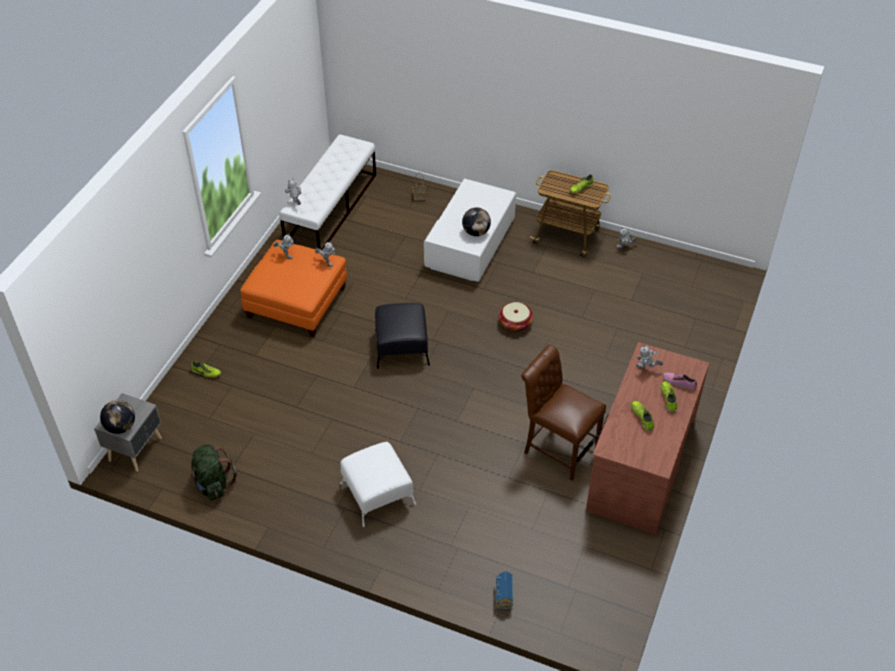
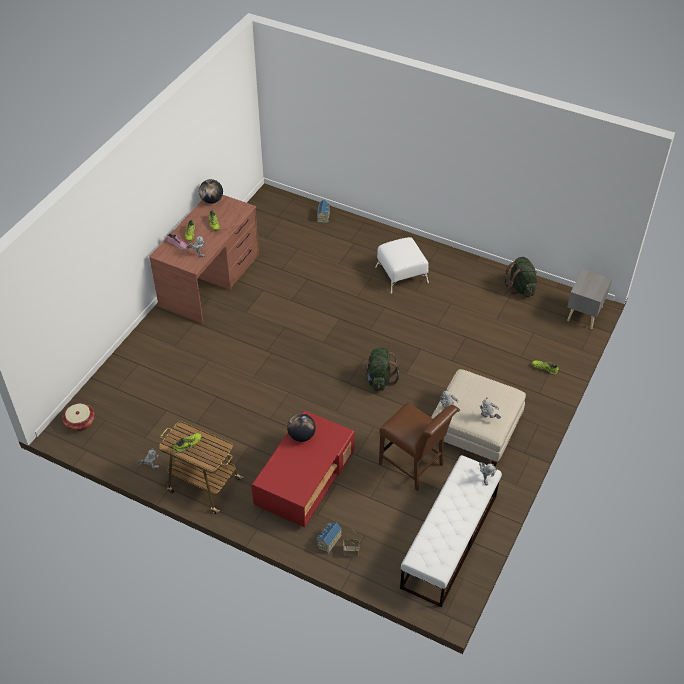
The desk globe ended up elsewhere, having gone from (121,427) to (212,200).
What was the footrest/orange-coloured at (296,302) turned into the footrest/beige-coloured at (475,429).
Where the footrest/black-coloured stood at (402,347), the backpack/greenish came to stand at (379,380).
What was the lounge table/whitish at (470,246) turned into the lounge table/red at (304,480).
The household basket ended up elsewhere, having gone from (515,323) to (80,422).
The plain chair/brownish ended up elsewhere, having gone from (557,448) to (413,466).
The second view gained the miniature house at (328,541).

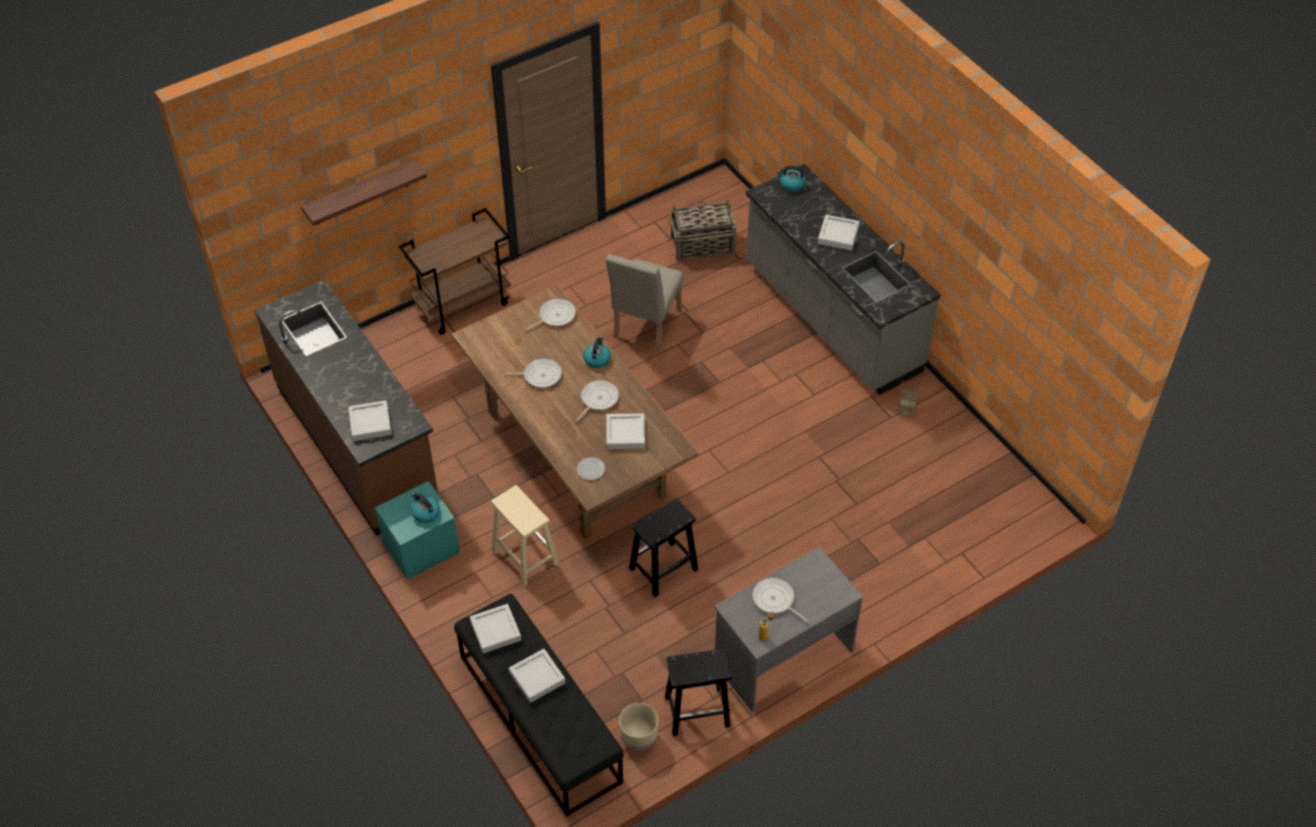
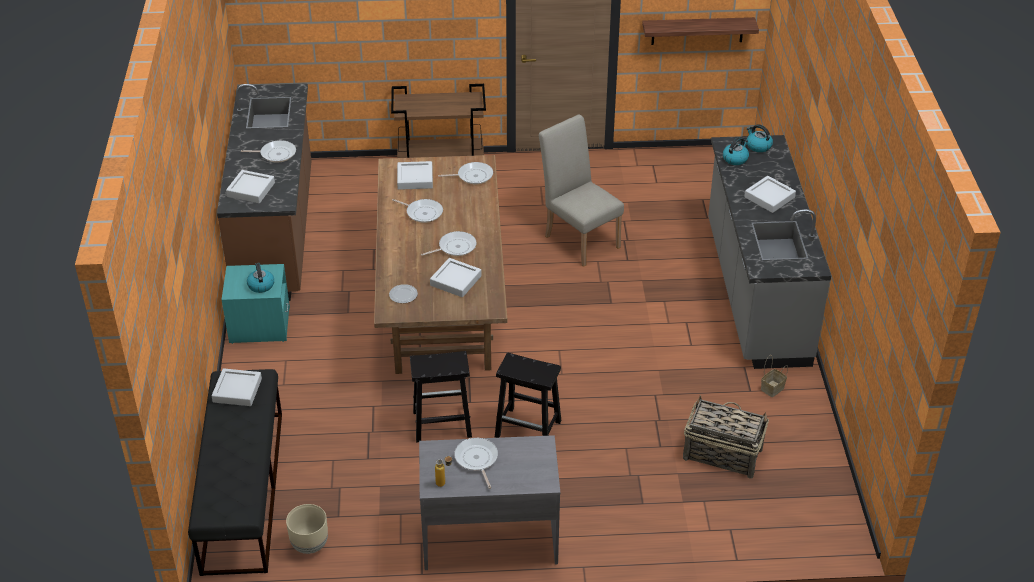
The bracket shelf ended up elsewhere, having gone from (360,193) to (697,31).
The second view lost the stool seat/beige-coloured at (524,557).
The serving tray/gray ended up elsewhere, having gone from (537,678) to (415,178).
The tea kettle ended up elsewhere, having gone from (597,359) to (735,159).
The plain chair/beige-coloured at (644,327) ended up facing another way, 90 degrees clockwise from before.
The stool seat/black-coloured ended up elsewhere, having gone from (698,711) to (529,429).
The household basket ended up elsewhere, having gone from (701,245) to (721,453).
The second view gained the pan at (276,154).

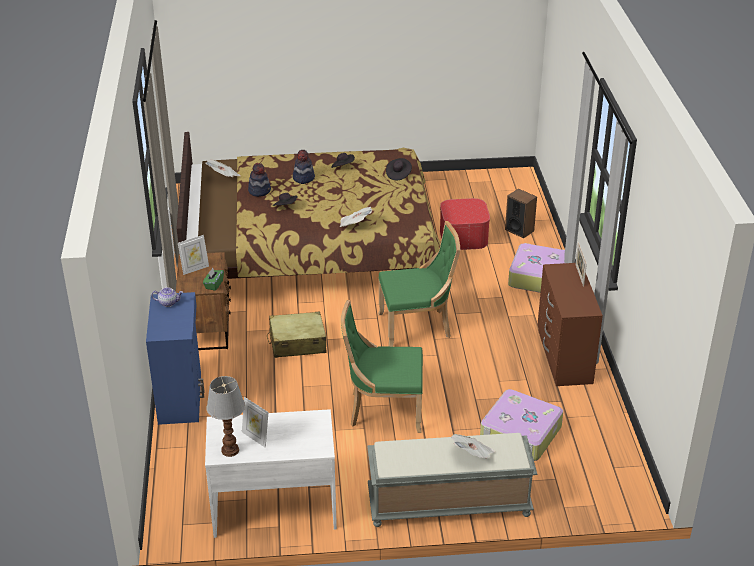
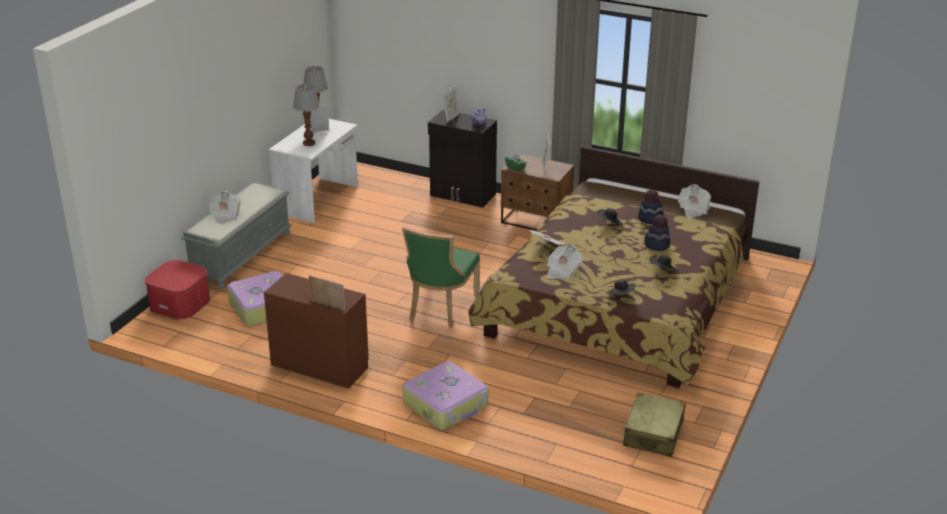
What was the cupboard/bluish at (181,397) turned into the cupboard/black-coloured at (463,195).
The travel case/beige-coloured ended up elsewhere, having gone from (297,343) to (653,433).
The second view lost the plain chair/greenish at (383,410).
The footrest ended up elsewhere, having gone from (463,236) to (180,303).
The second view lost the speaker at (519,230).
The second view gained the tabletop lamp at (309,143).
The second view gained the photo frame at (451,117).
The second view gained the daily paper at (562,271).

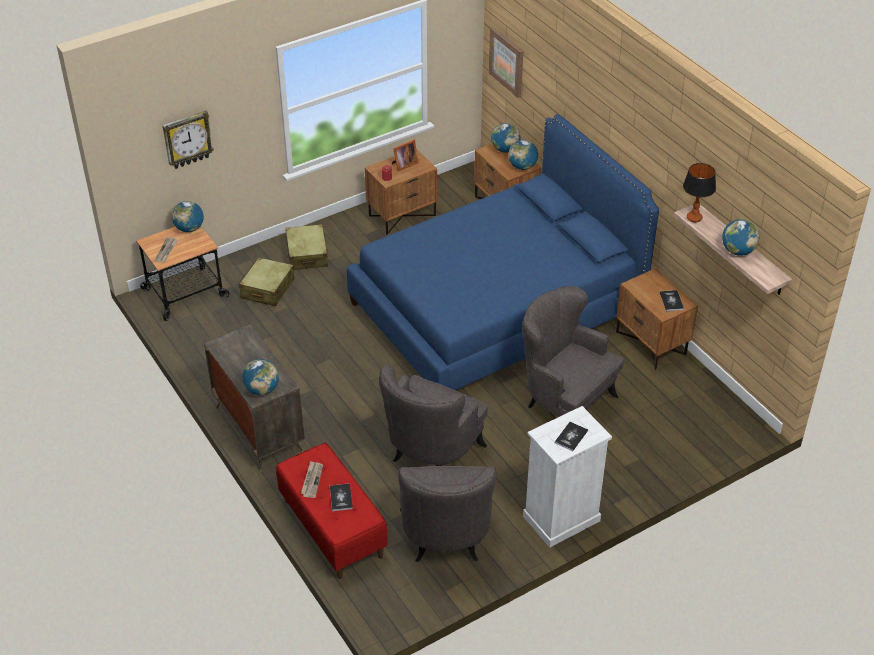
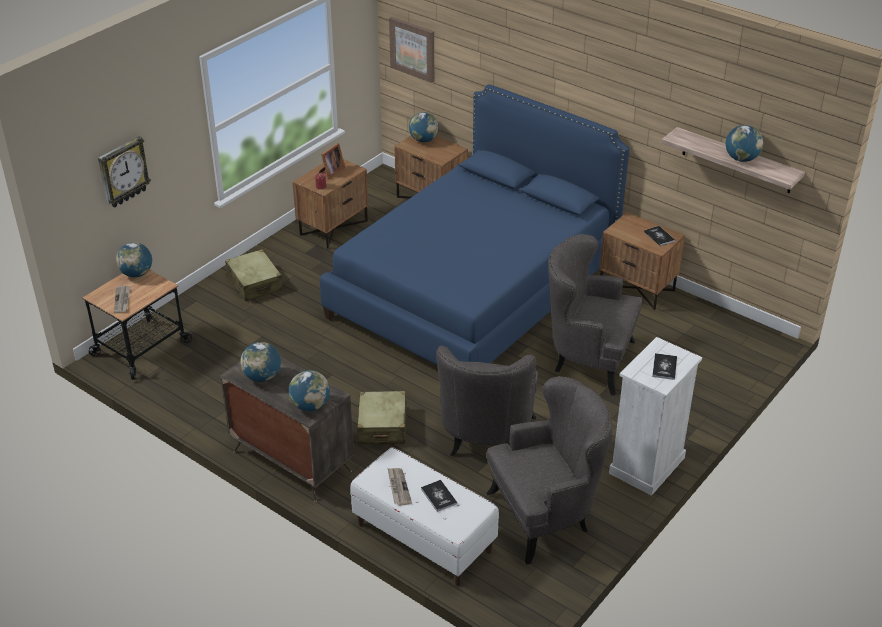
The travel case/beige-coloured ended up elsewhere, having gone from (267,289) to (382,426).
What was the long seat/red at (332,528) turned into the long seat/whitish at (423,538).
The armchair/gray at (446,539) ended up facing another way, 90 degrees counterclockwise from before.
The desk globe ended up elsewhere, having gone from (522,167) to (262,377).
The second view lost the tabletop lamp at (694,218).

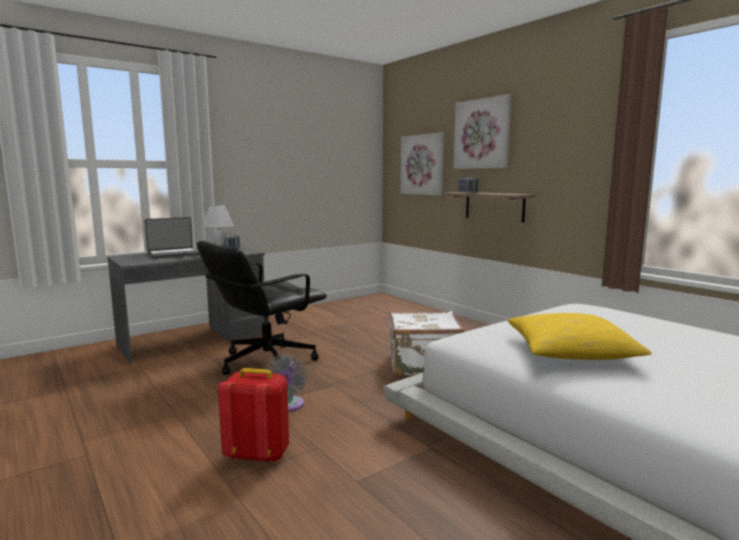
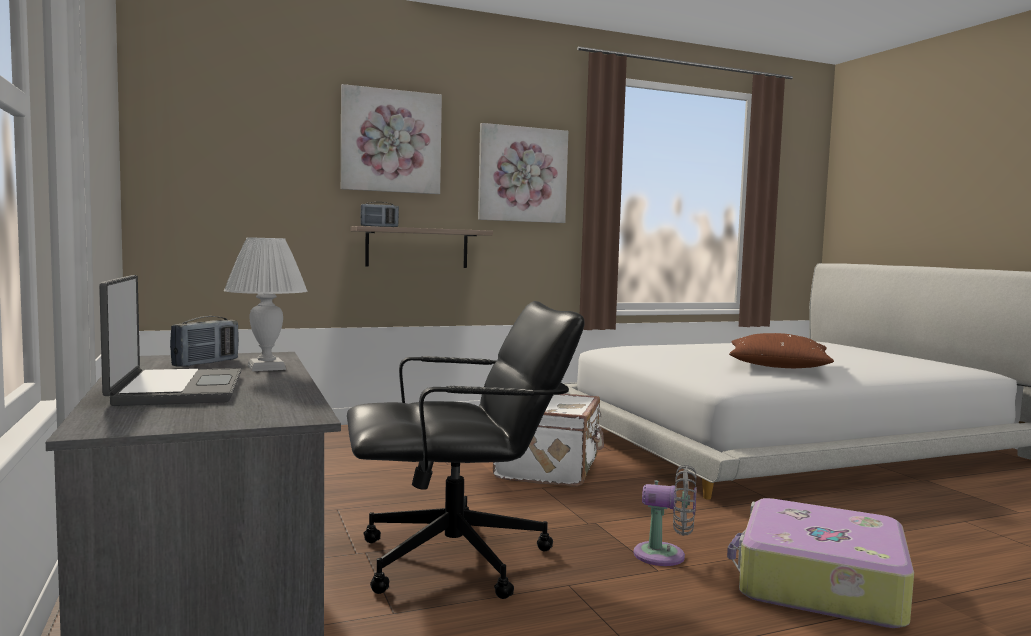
The office chair/black-coloured at (266,362) ended up facing another way, 75 degrees counterclockwise from before.
Where the backpack/red stood at (258,454), the travel case came to stand at (818,583).
The picture ended up elsewhere, having gone from (422,165) to (522,174).
What was the throw pillow/yellow-coloured at (570,352) turned into the throw pillow/brownish at (778,367).

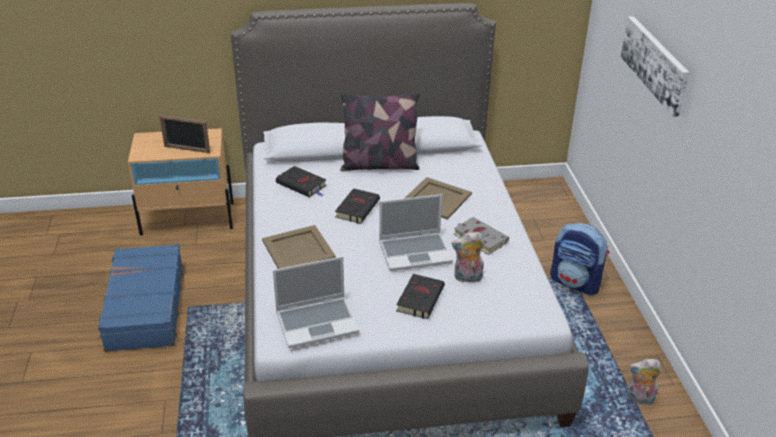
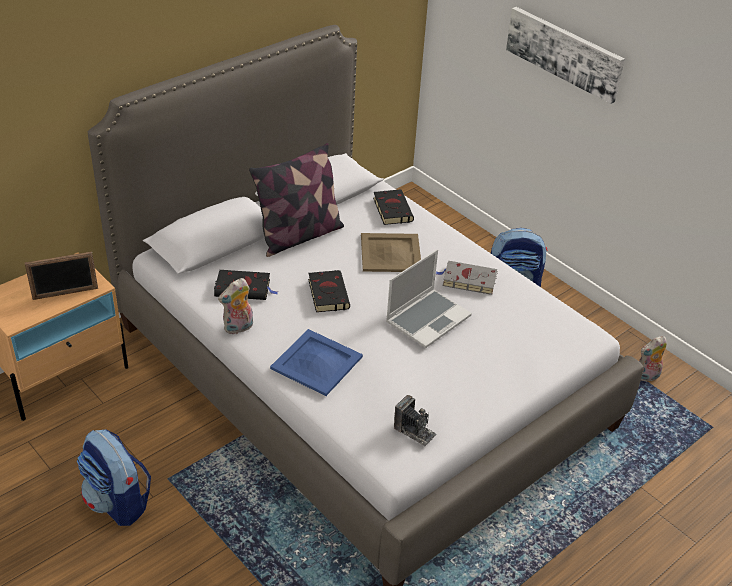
Where the travel case/bluish stood at (145,308), the backpack came to stand at (118,502).
What was the serving tray/beige-coloured at (298,248) turned into the serving tray/bluish at (316,362).
Where the notebook computer stood at (317,322), the photo camera came to stand at (414,431).
The volume/black-coloured ended up elsewhere, having gone from (420,298) to (392,209).
The soft toy ended up elsewhere, having gone from (467,278) to (238,328).

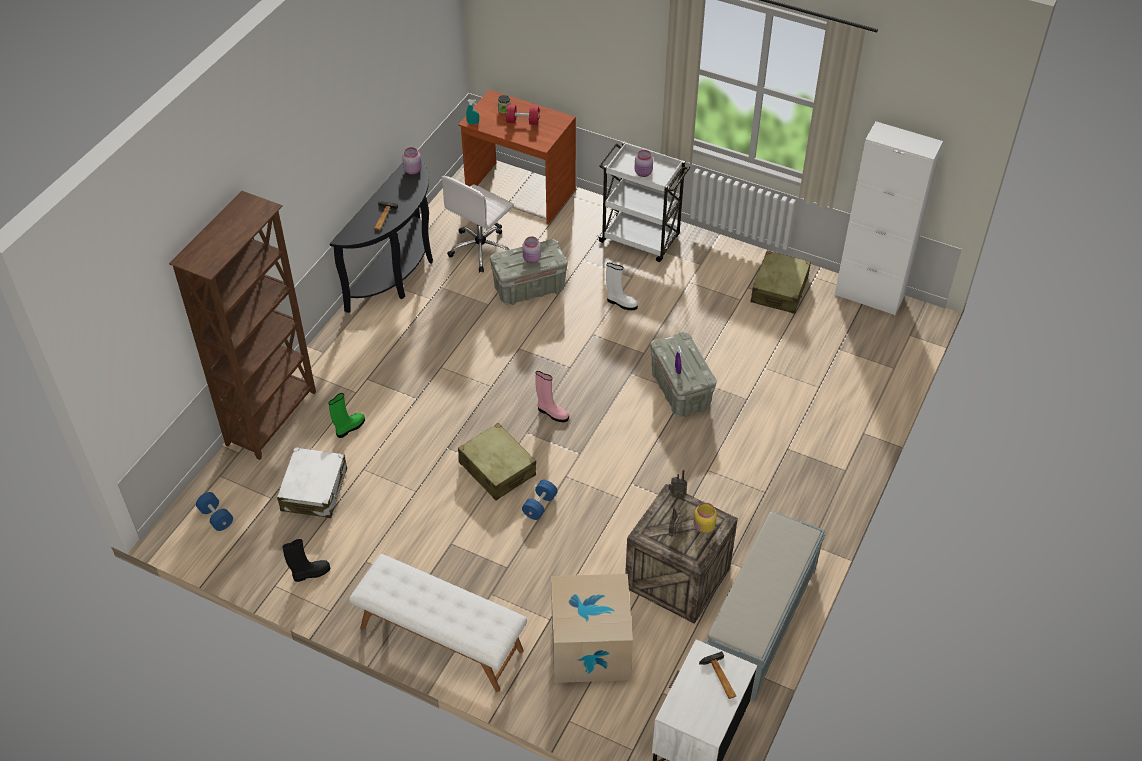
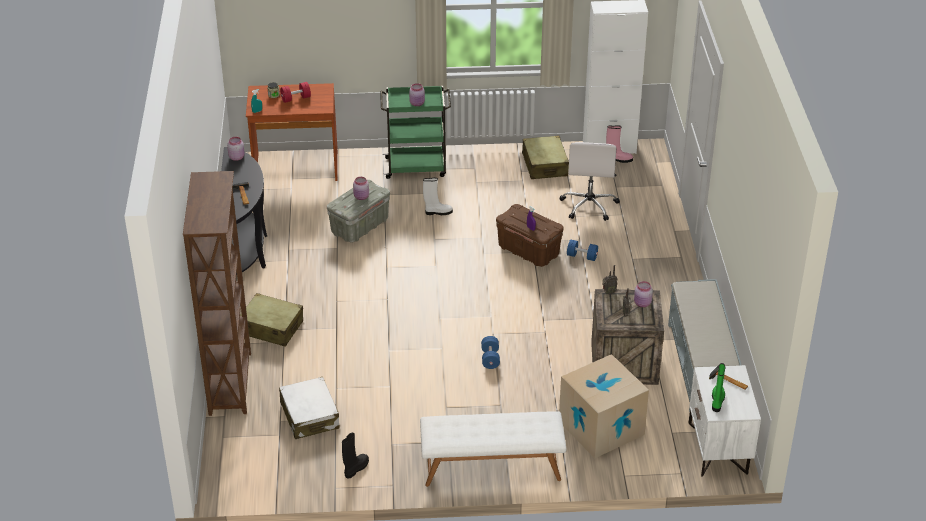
The hand weight/bluish ended up elsewhere, having gone from (216,517) to (582,256).
The high-top boot/greenish ended up elsewhere, having gone from (349,428) to (717,401).
The office chair/whitish ended up elsewhere, having gone from (482,249) to (589,205).
The travel case/beige-coloured ended up elsewhere, having gone from (497,469) to (271,328).
The high-top boot/pink-coloured ended up elsewhere, having gone from (552,413) to (618,159).
What was the trolley/whitish at (641,239) turned into the trolley/greenish at (417,167).
What was the storage box/gray at (681,391) turned into the storage box/brownish at (529,251).
What was the jar/yellow-coloured at (703,527) turned into the jar/pink-coloured at (642,304).

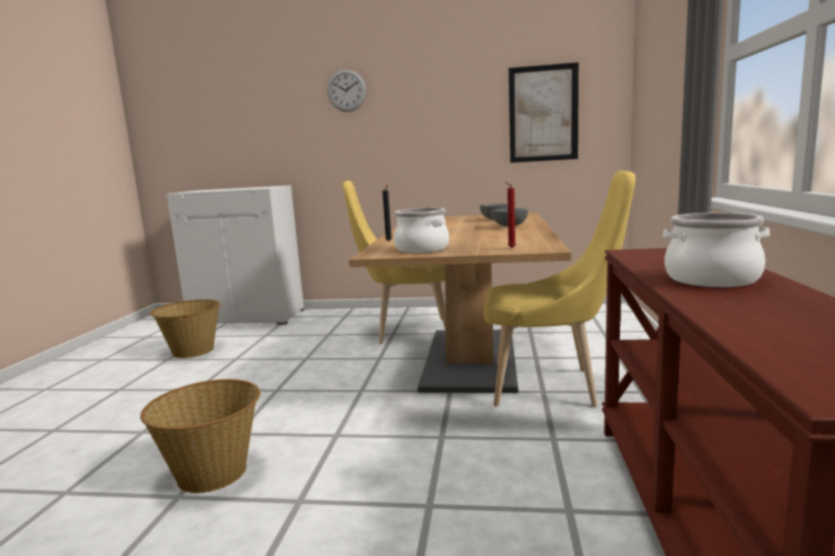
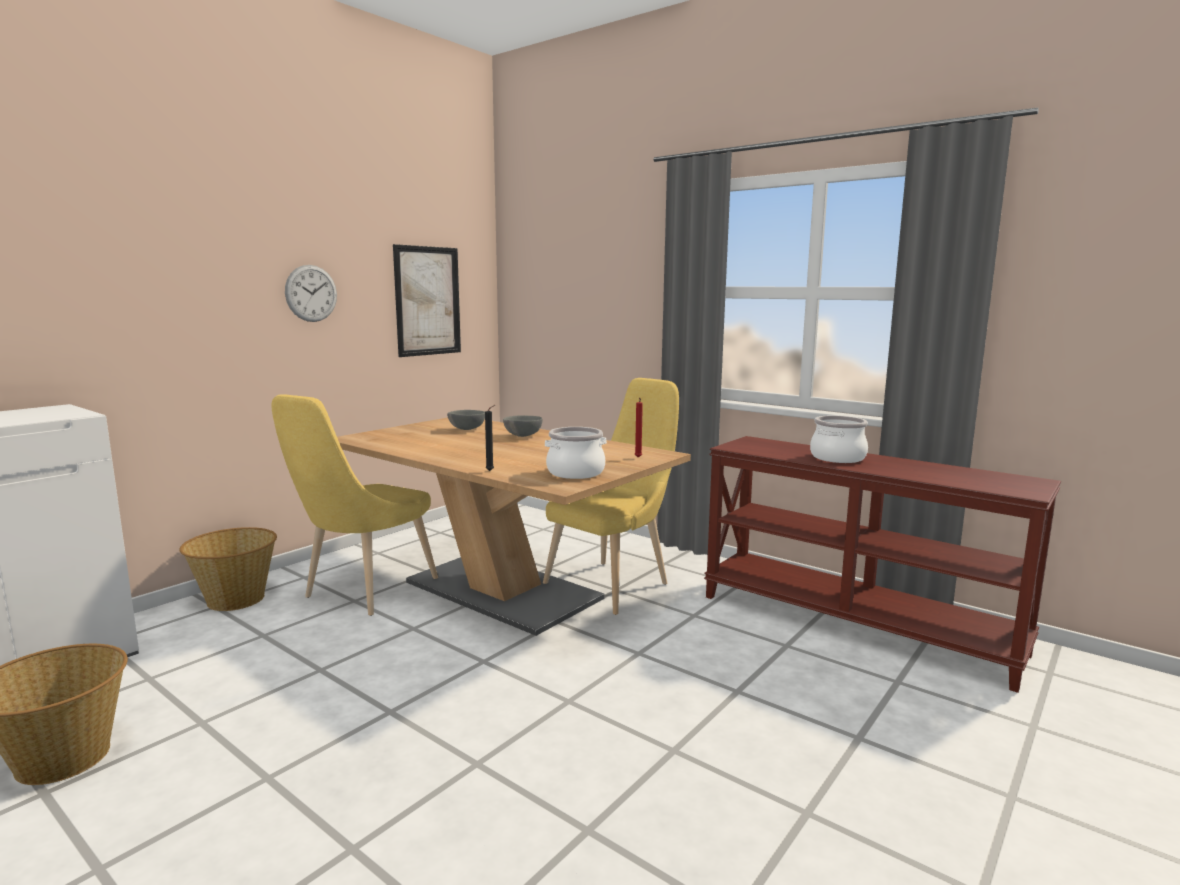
The household basket ended up elsewhere, having gone from (213,472) to (235,599).
The wall clock ended up elsewhere, having gone from (346,90) to (311,293).

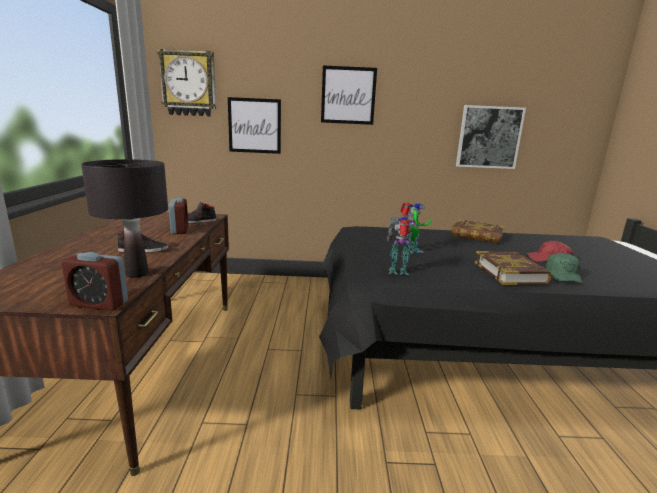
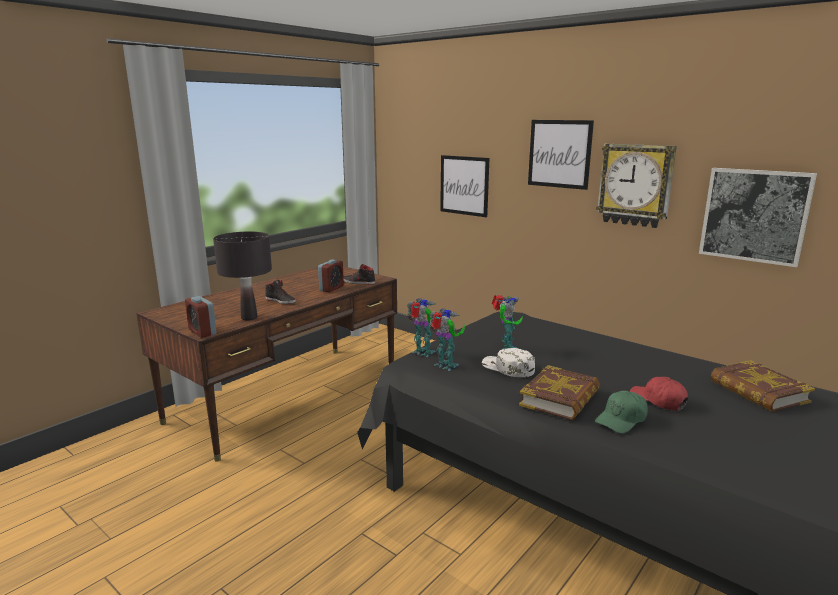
The wall clock ended up elsewhere, having gone from (189,84) to (635,185).
The volume ended up elsewhere, having gone from (476,235) to (758,392).
The second view gained the robot figure at (423,353).
The second view gained the baseball cap/whitish at (507,368).

